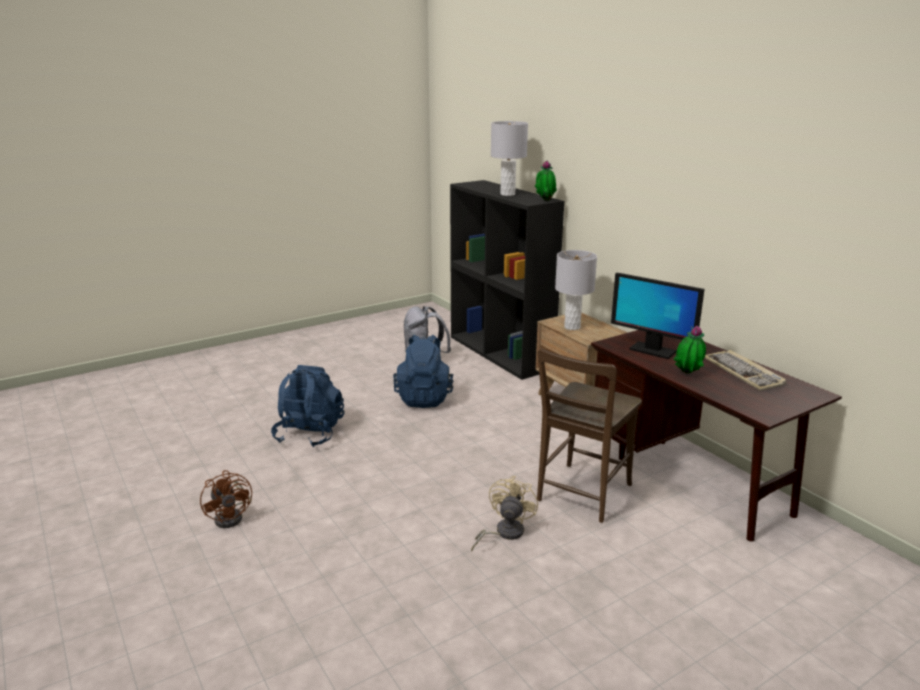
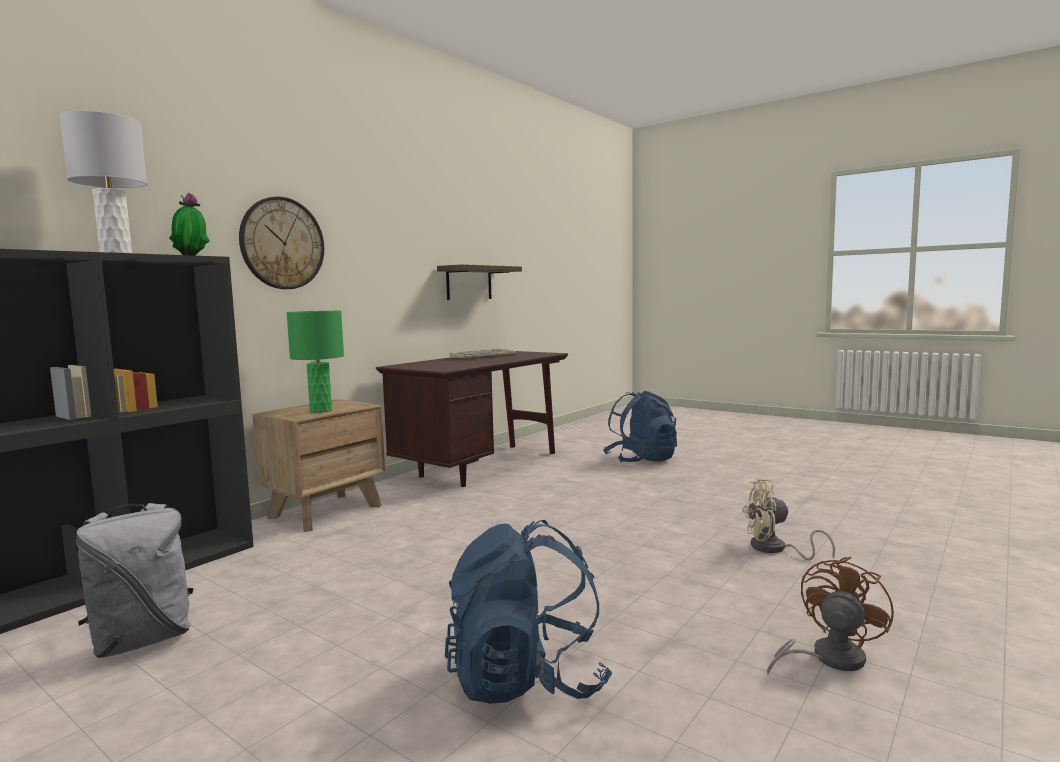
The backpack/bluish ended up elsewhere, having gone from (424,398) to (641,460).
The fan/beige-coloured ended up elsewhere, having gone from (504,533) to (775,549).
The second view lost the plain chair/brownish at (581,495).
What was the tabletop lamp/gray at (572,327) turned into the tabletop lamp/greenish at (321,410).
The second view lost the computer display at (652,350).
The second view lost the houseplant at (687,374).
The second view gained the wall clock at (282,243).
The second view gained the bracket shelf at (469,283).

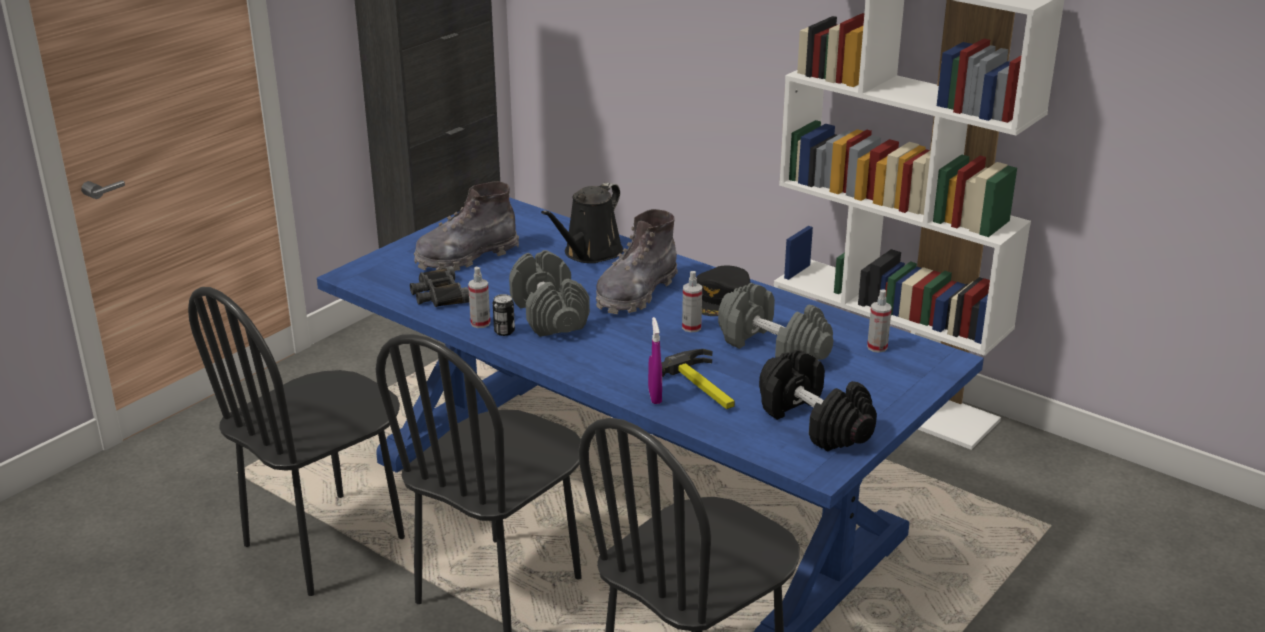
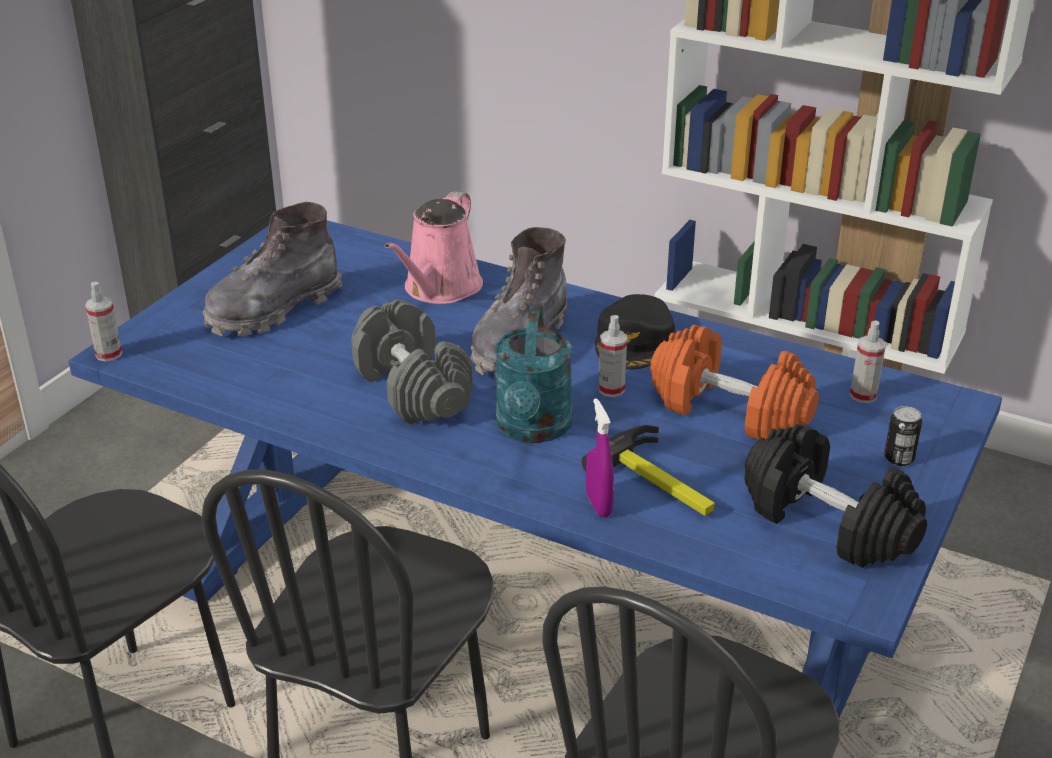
The second view lost the binoculars/black-coloured at (439,294).
The spray bottle ended up elsewhere, having gone from (480,323) to (109,354).
The can ended up elsewhere, having gone from (504,331) to (899,458).
What was the watering can/black-coloured at (589,253) turned into the watering can/pink-coloured at (439,289).
What was the hand weight/gray at (774,347) turned into the hand weight/orange-coloured at (731,409).
The second view gained the watering can/blue-green at (533,429).

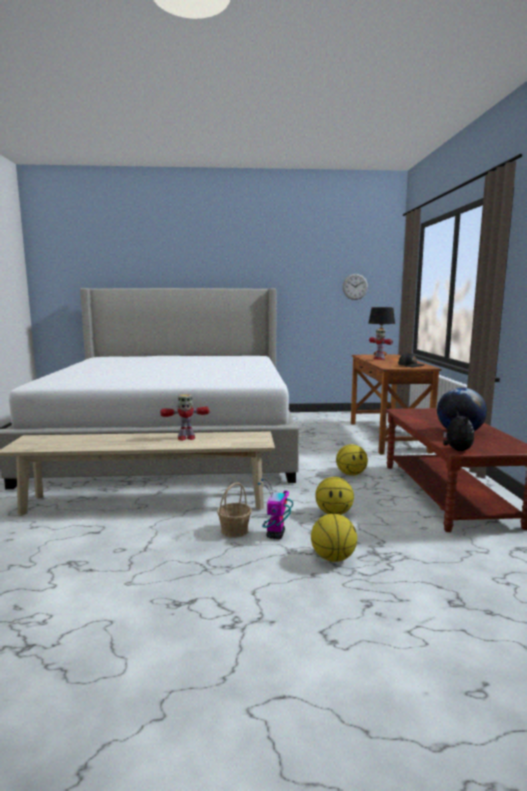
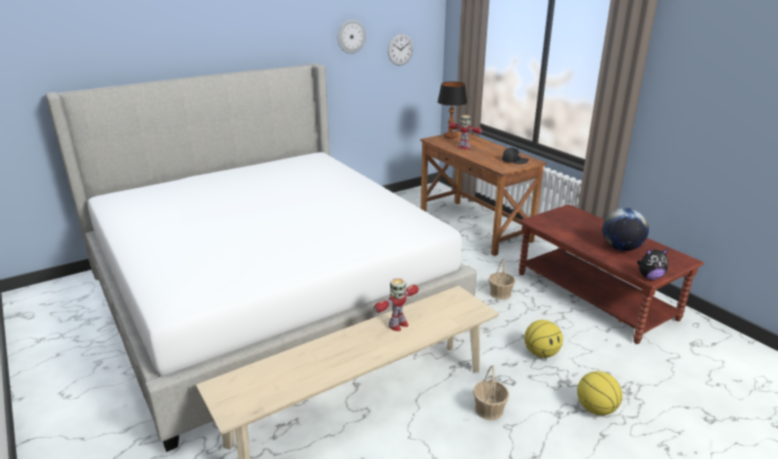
The second view lost the robot figure at (275,535).
Where the basketball ball stood at (351,474), the household basket came to stand at (500,293).
The soft toy at (456,450) ended up facing another way, 120 degrees clockwise from before.
The second view gained the wall clock at (351,36).

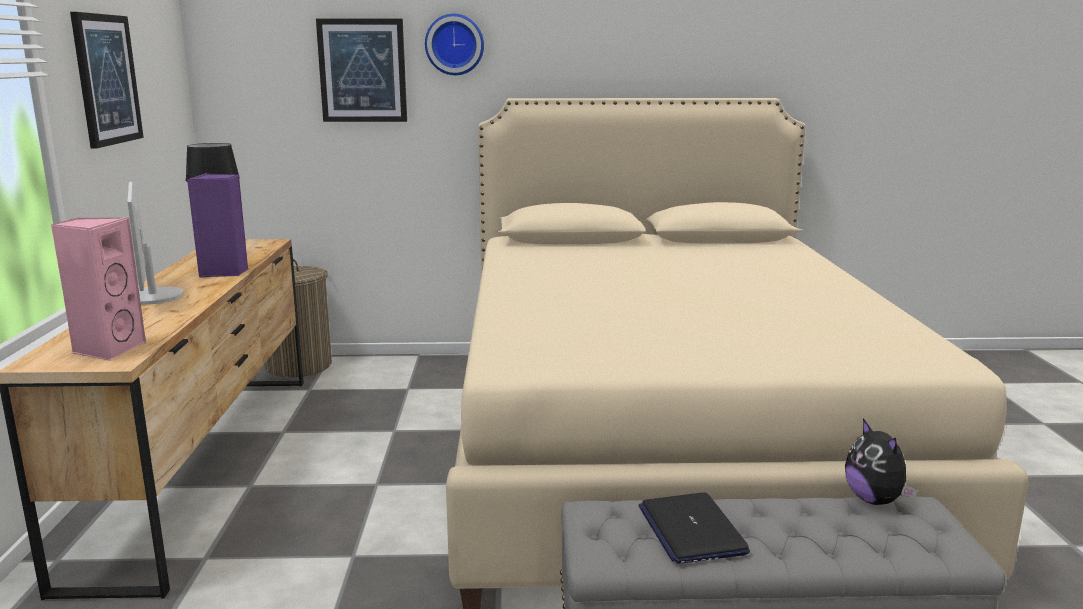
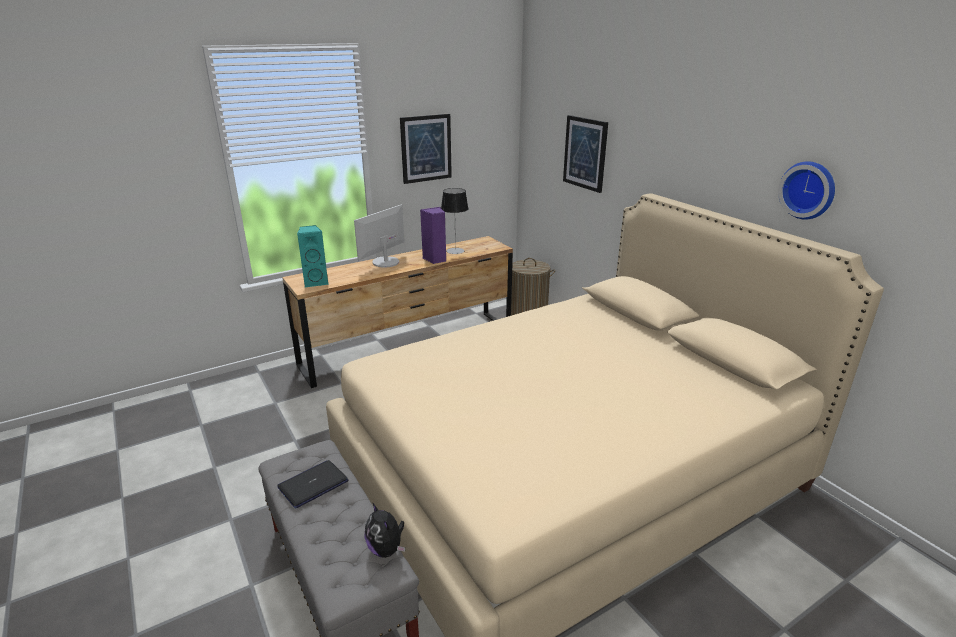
What was the speaker/pink-coloured at (108,349) turned into the speaker/blue-green at (316,282).
The wall clock ended up elsewhere, having gone from (454,44) to (808,190).
The soft toy at (875,500) ended up facing another way, 75 degrees counterclockwise from before.

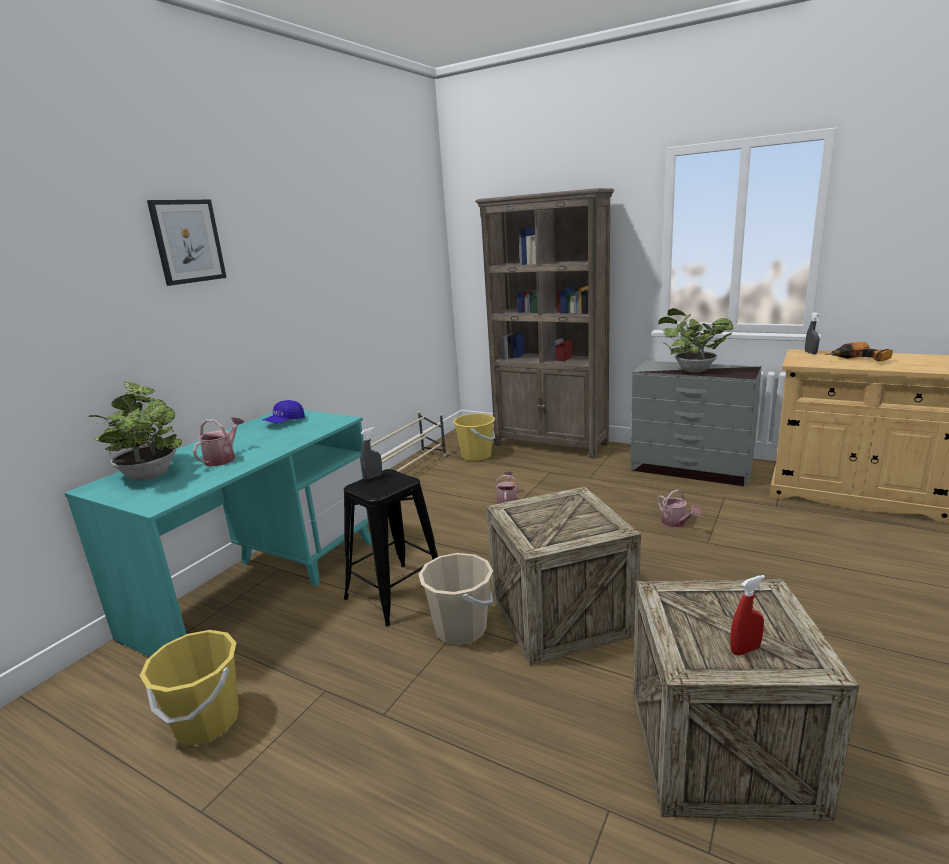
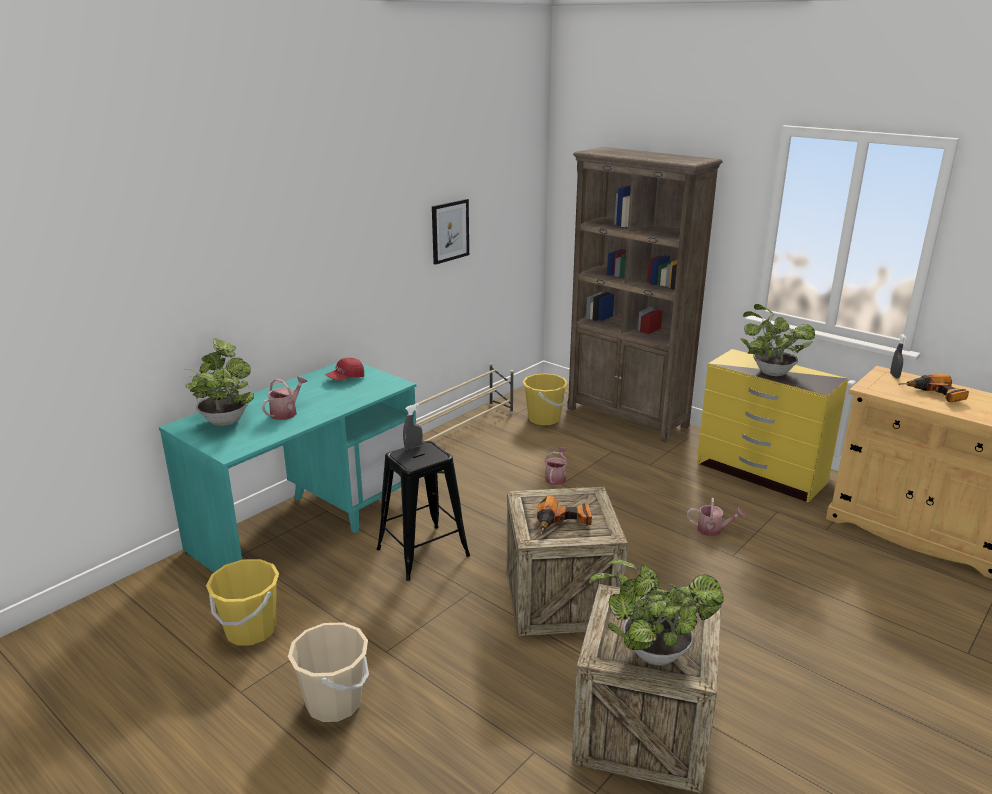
The picture ended up elsewhere, having gone from (188,241) to (450,231).
What was the baseball cap/bluish at (285,422) turned into the baseball cap/red at (345,378).
The water bucket/beige-coloured ended up elsewhere, having gone from (461,629) to (334,702).
What was the drawer chest/gray at (691,470) turned into the drawer chest/yellow-coloured at (761,473).
The watering can at (676,523) ended up facing another way, 60 degrees counterclockwise from before.
Where the spray bottle/red stood at (745,650), the houseplant came to stand at (650,652).
The second view gained the drill at (563,524).

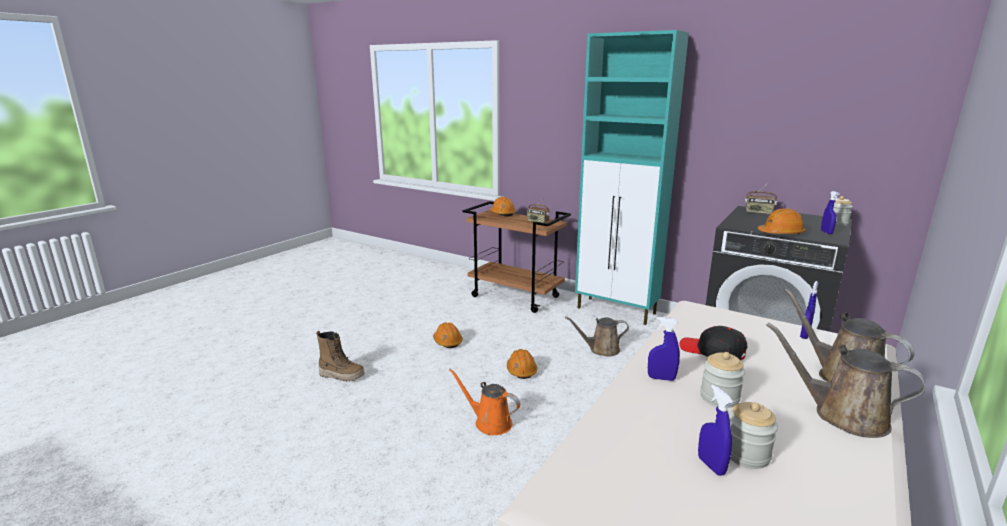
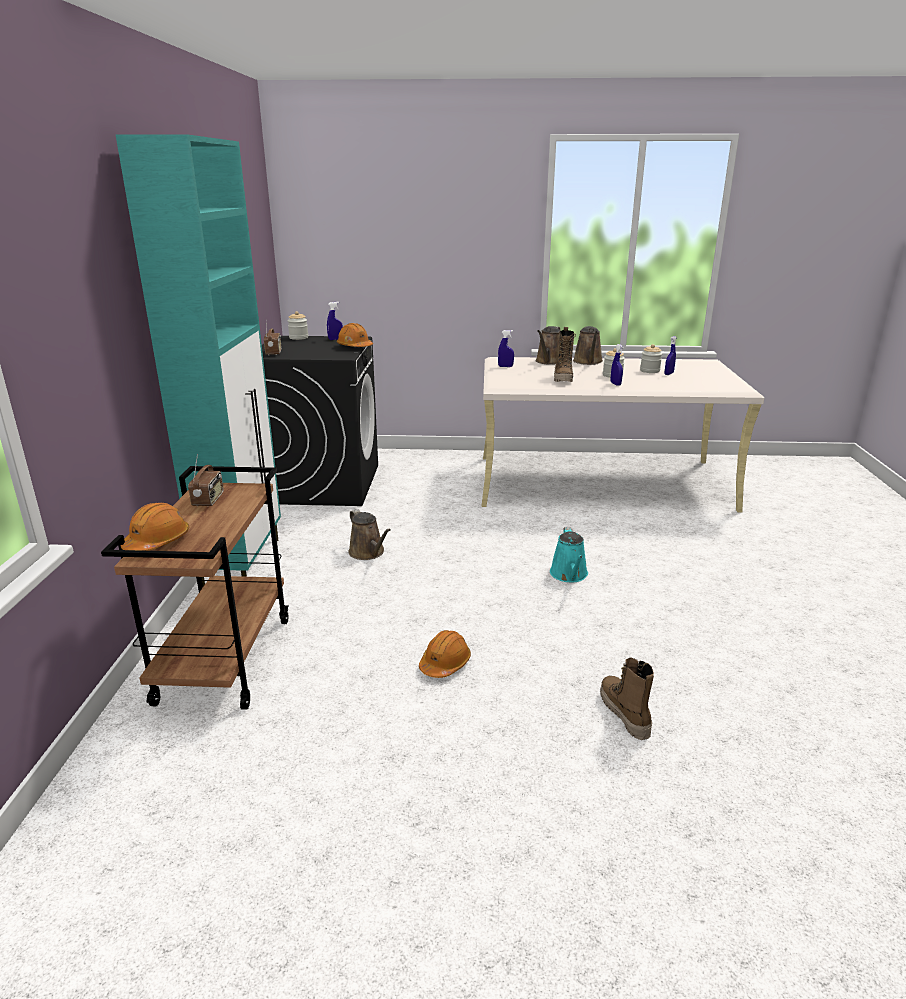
What was the watering can/orange-coloured at (489,422) turned into the watering can/blue-green at (569,575).
The second view lost the safety helmet/orange-coloured at (521,370).
Where the baseball cap/black-coloured stood at (712,351), the high-top boot came to stand at (563,379).

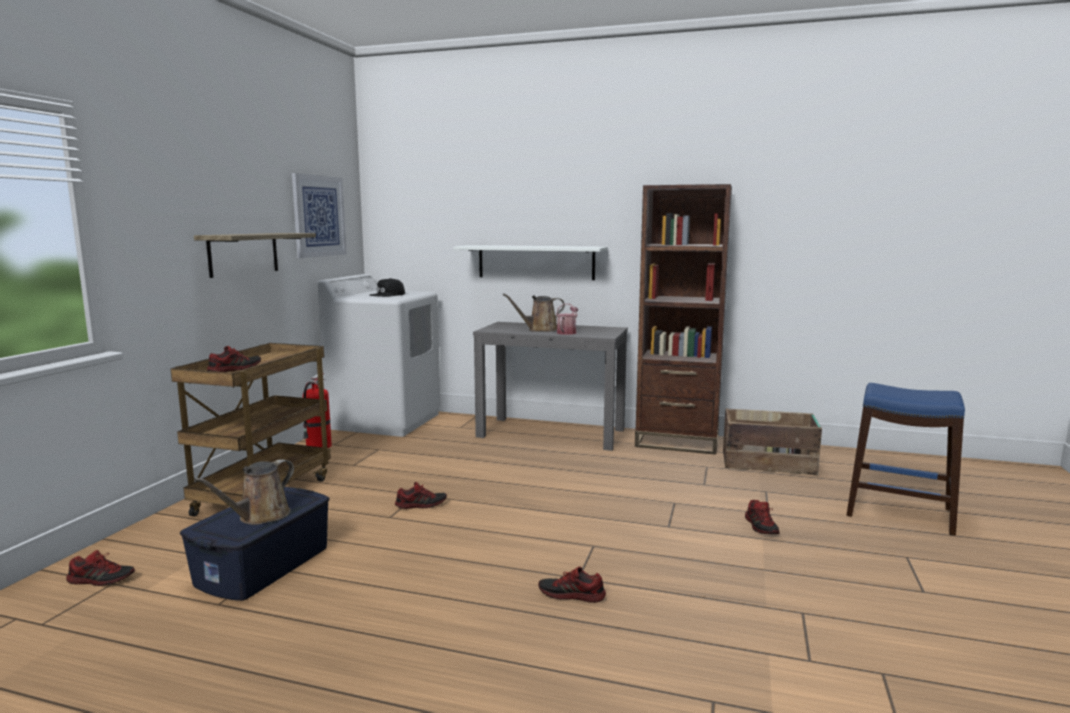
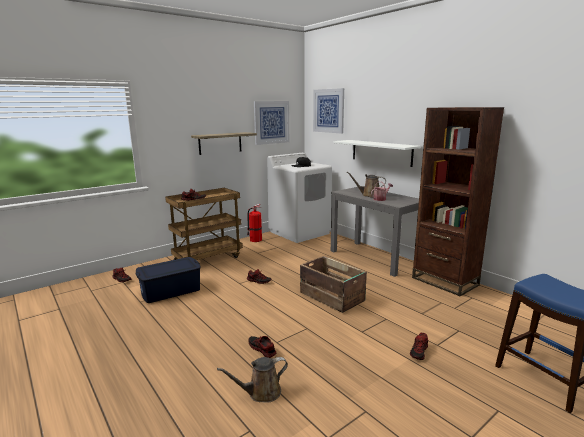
The watering can/brownish ended up elsewhere, having gone from (260,516) to (261,393).
The packing crate ended up elsewhere, having gone from (769,463) to (332,297).
The second view gained the picture at (328,111).

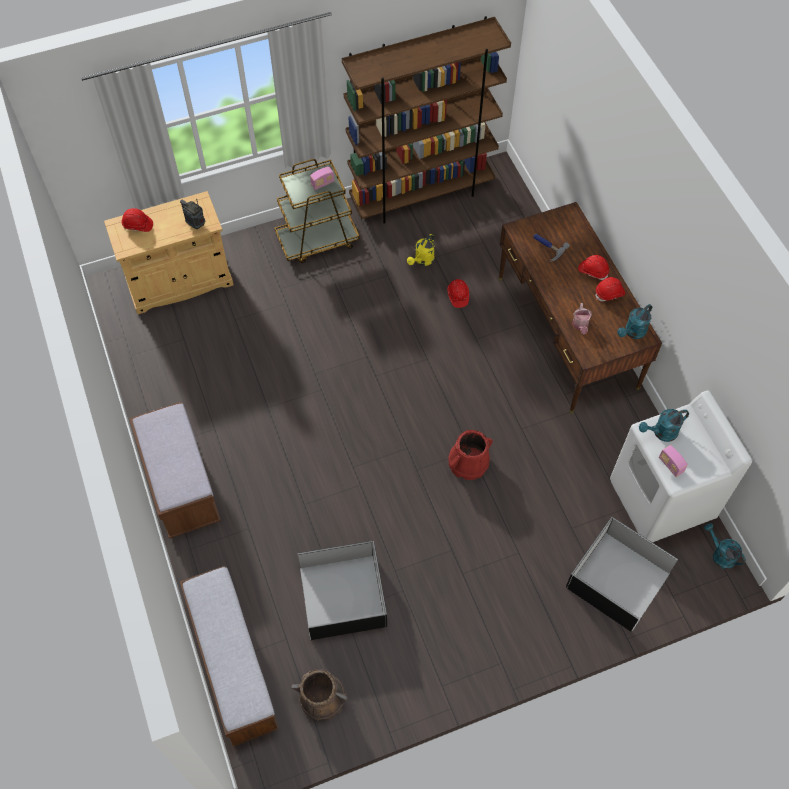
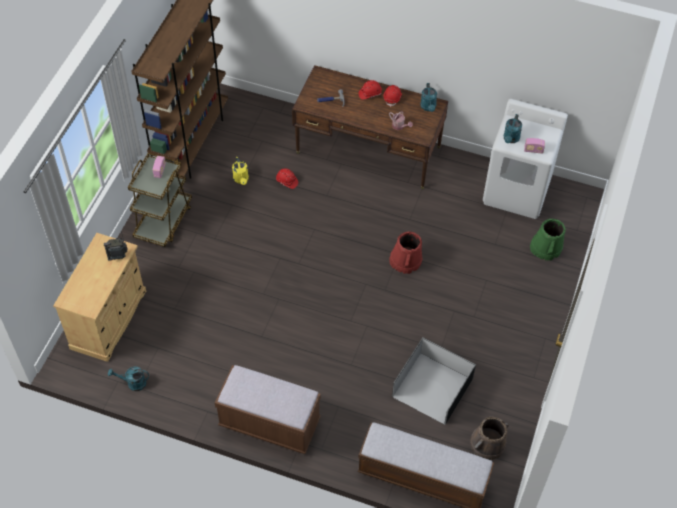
The second view lost the safety helmet/red at (138,225).
Where the storage box/black-coloured stood at (617,581), the water bucket/greenish came to stand at (546,248).
The watering can/blue-green ended up elsewhere, having gone from (720,554) to (133,383).

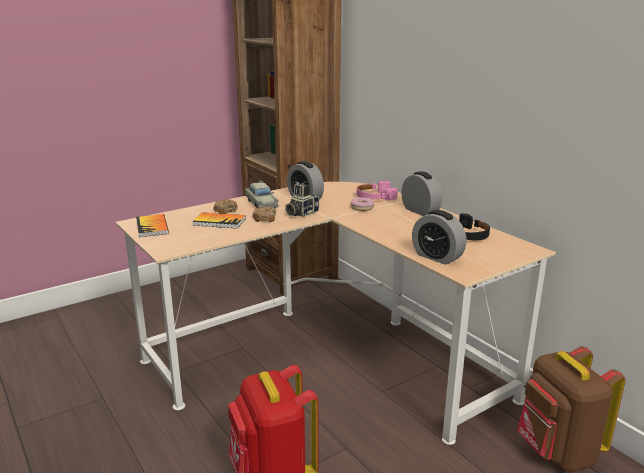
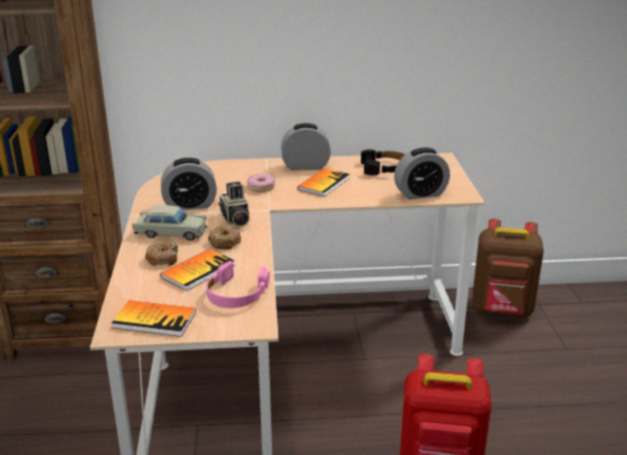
The headphones/pink-coloured ended up elsewhere, having gone from (375,197) to (236,294).
The second view gained the volume at (324,184).

